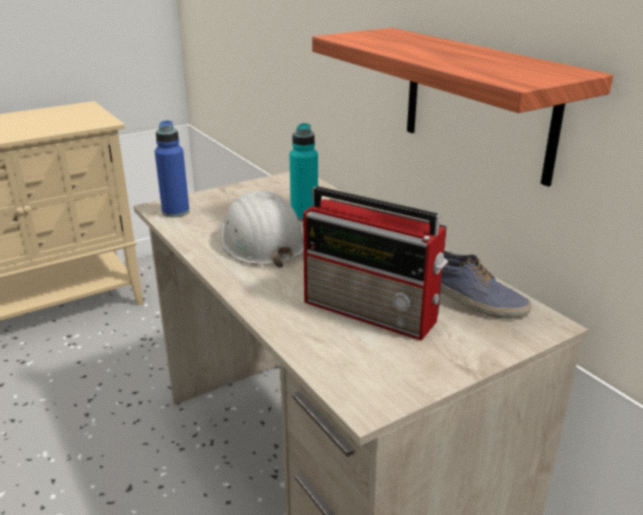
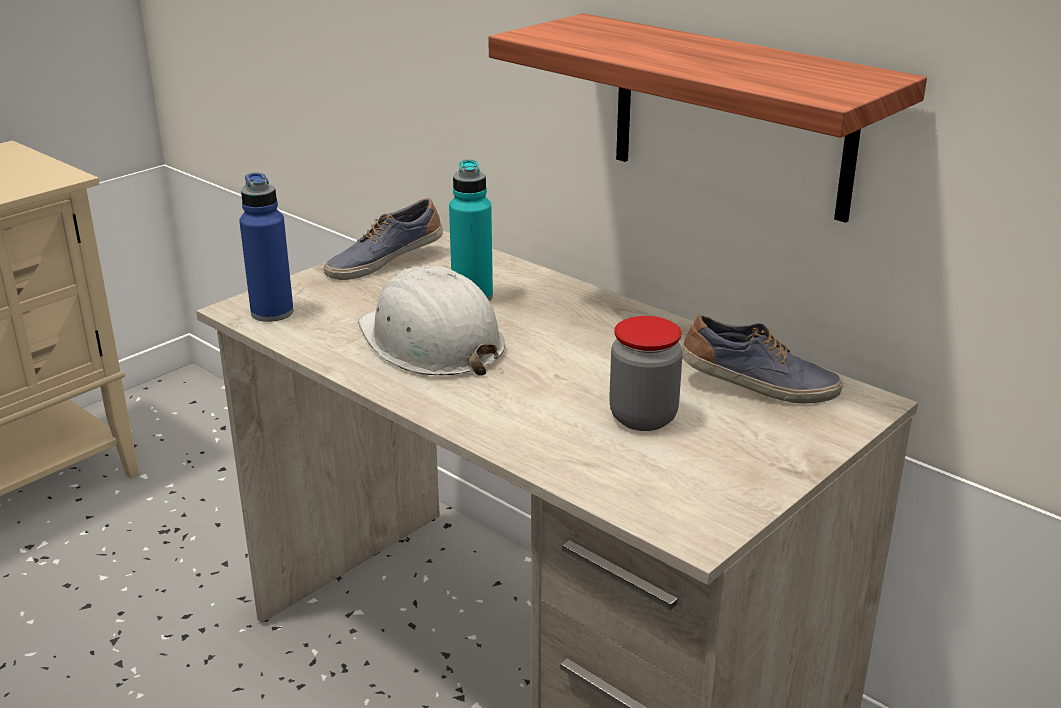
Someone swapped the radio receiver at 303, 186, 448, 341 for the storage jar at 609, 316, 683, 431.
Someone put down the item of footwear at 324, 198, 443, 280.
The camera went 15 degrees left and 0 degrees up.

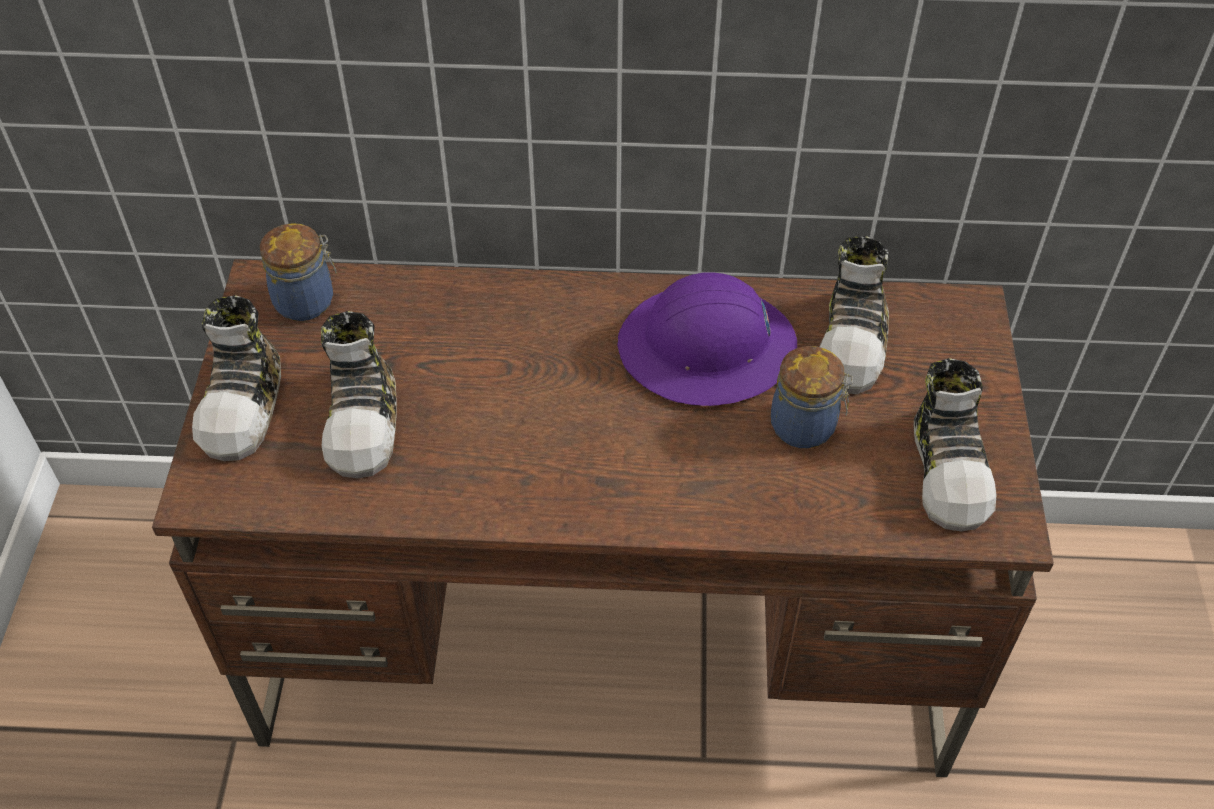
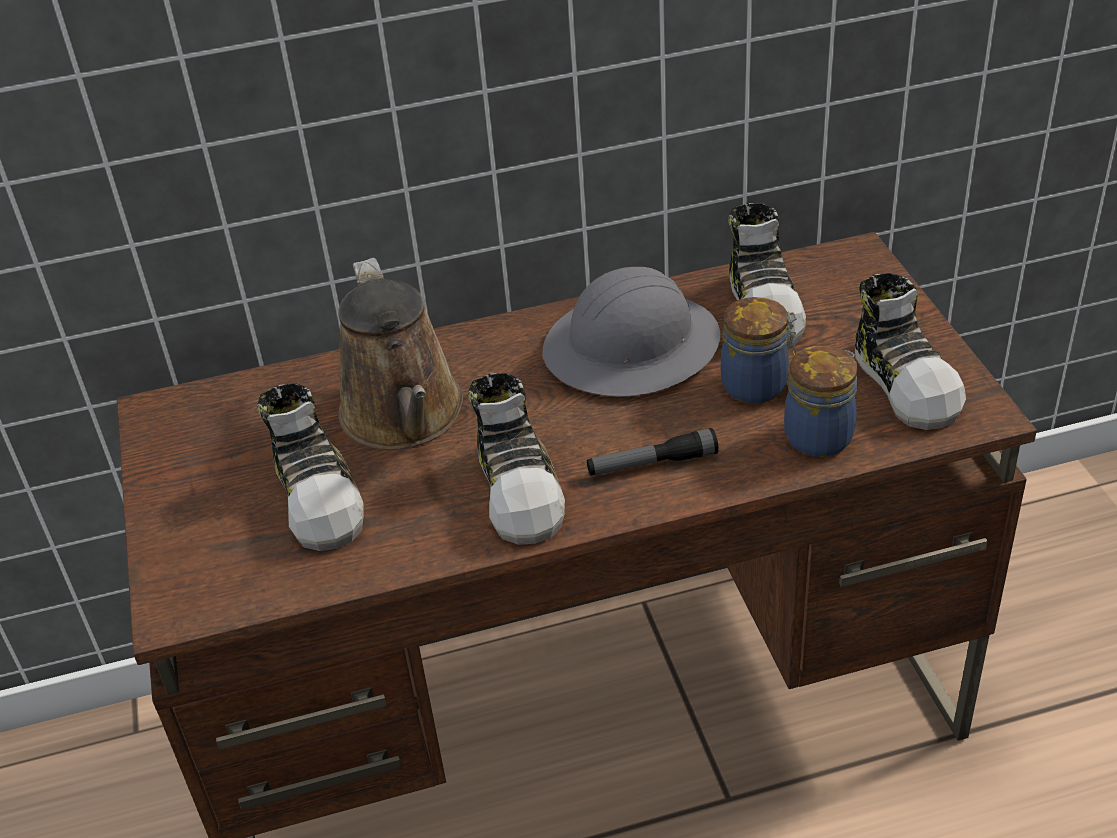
Someone carried the storage jar from 260, 223, 337, 321 to 784, 346, 858, 457.
Someone repainted the purple work helmet at 617, 272, 797, 406, which became the gray work helmet at 542, 267, 721, 397.
Someone carried the item of footwear from 192, 295, 281, 461 to 468, 373, 565, 545.
Someone put down the brown watering can at 338, 258, 463, 450.
Someone put down the torch at 587, 428, 719, 476.
The camera went 15 degrees left and 10 degrees down.

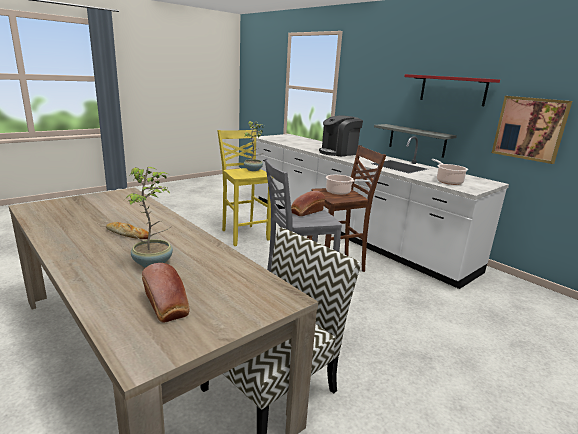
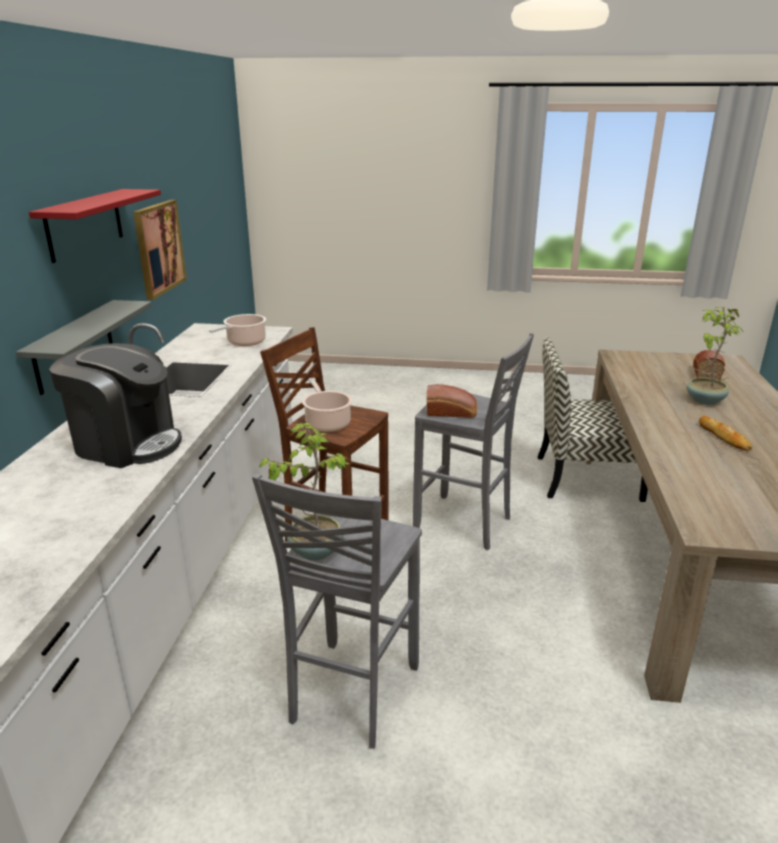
Someone repainted the yellow sitting stool at 217, 129, 273, 246, which became the gray sitting stool at 252, 474, 422, 749.
The camera went 130 degrees left and 5 degrees up.

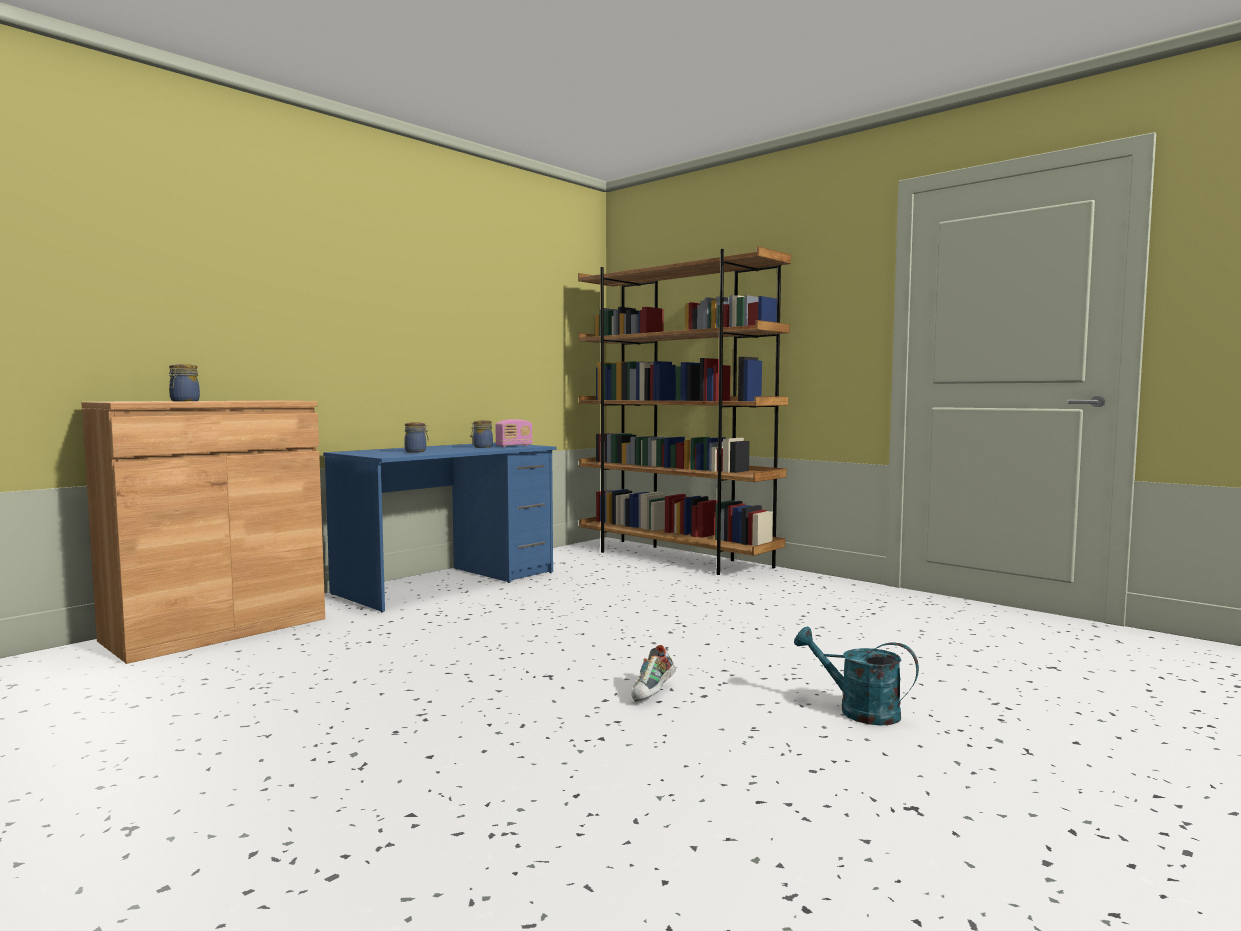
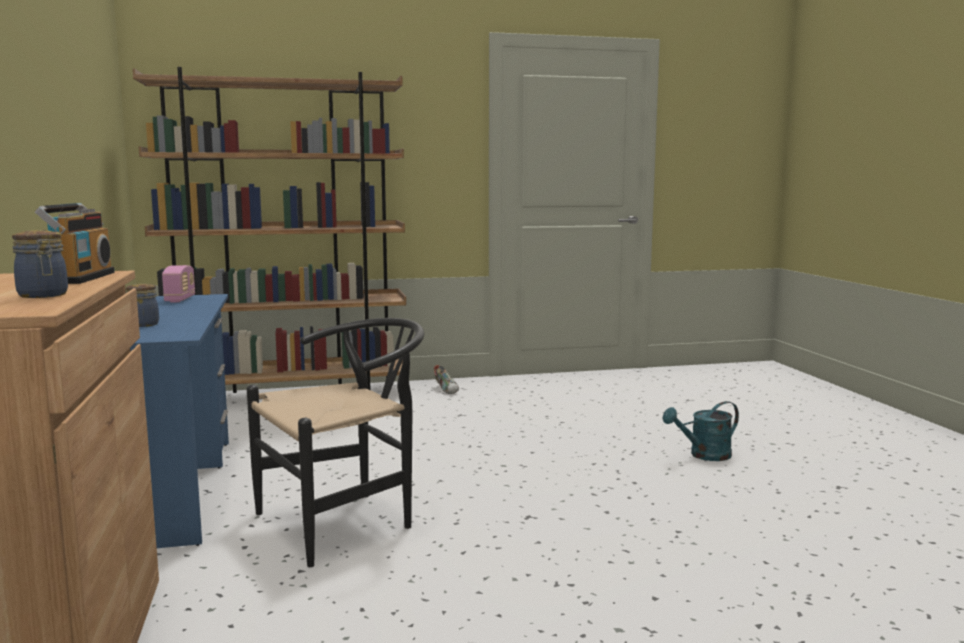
Someone took away the storage jar at 471, 420, 493, 448.
Someone carried the item of footwear from 631, 645, 676, 702 to 434, 365, 459, 394.
Someone put down the radio receiver at 35, 203, 114, 284.
Someone put down the blackish upright chair at 247, 318, 424, 567.
The camera went 55 degrees left and 5 degrees up.

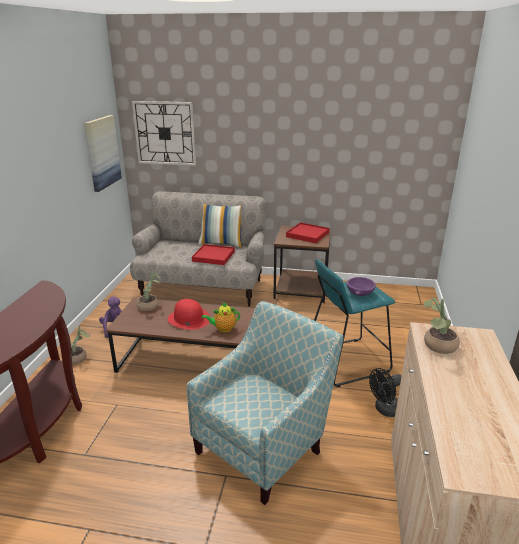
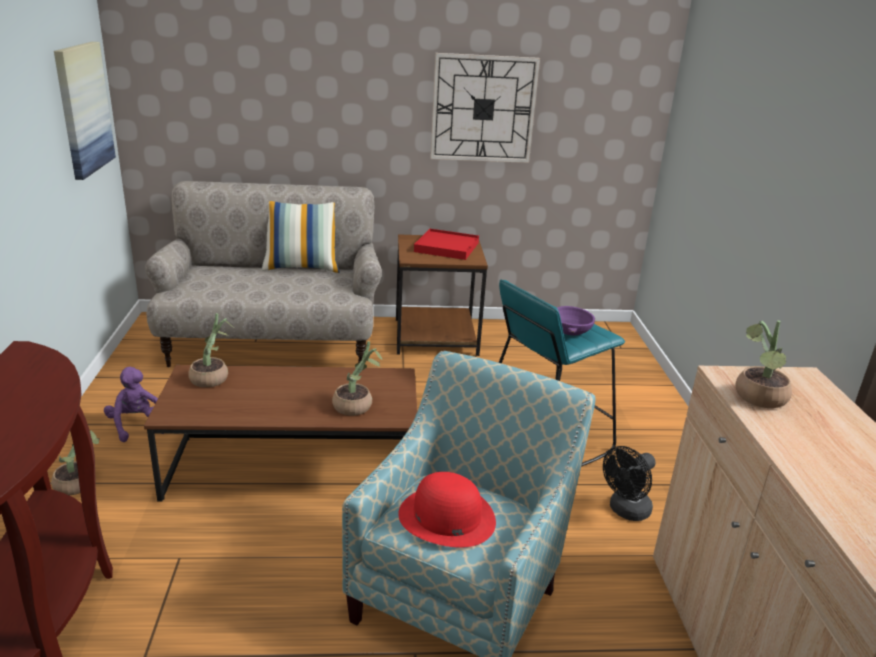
Someone carried the hanging clock from 132, 101, 196, 166 to 430, 53, 540, 163.
Someone took away the red-coloured tray at 192, 244, 235, 265.
Someone carried the red-coloured wearable hat from 168, 299, 210, 330 to 398, 472, 496, 548.
Someone swapped the pot for tea at 202, 302, 240, 333 for the potted plant at 332, 341, 383, 416.
The camera went 15 degrees left and 0 degrees up.

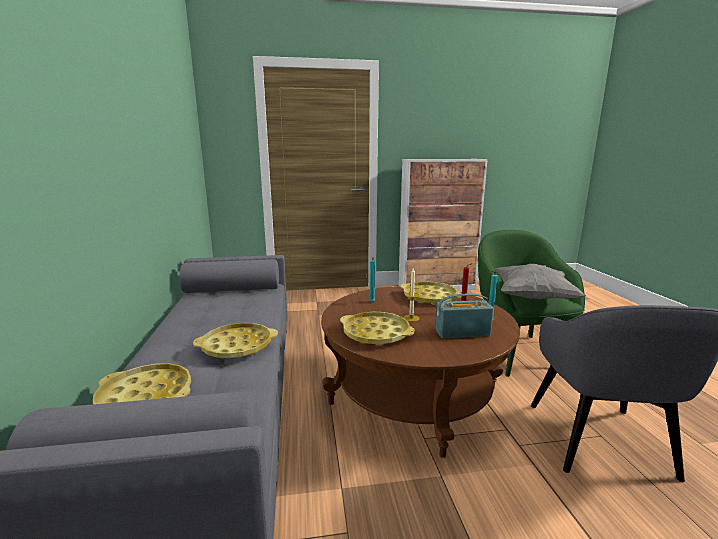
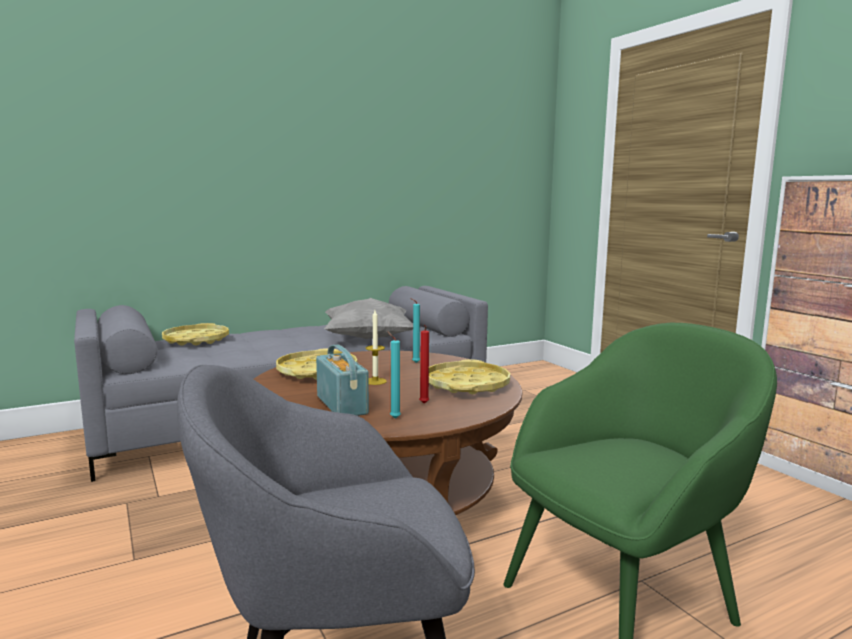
Someone carried the gray pillow from 495, 264, 586, 299 to 324, 298, 413, 339.
Someone took away the yellow tray at 193, 323, 278, 358.
The camera went 70 degrees right and 5 degrees down.

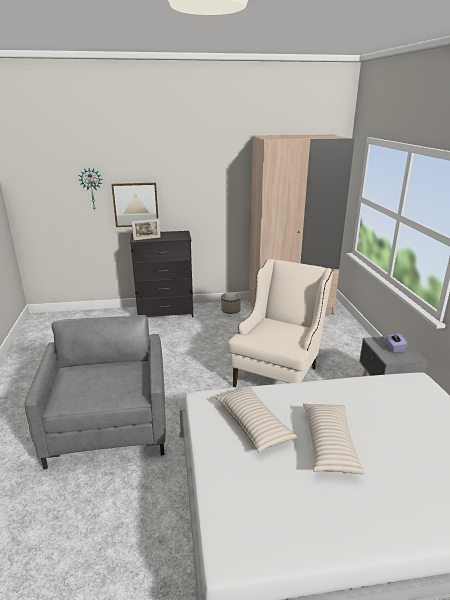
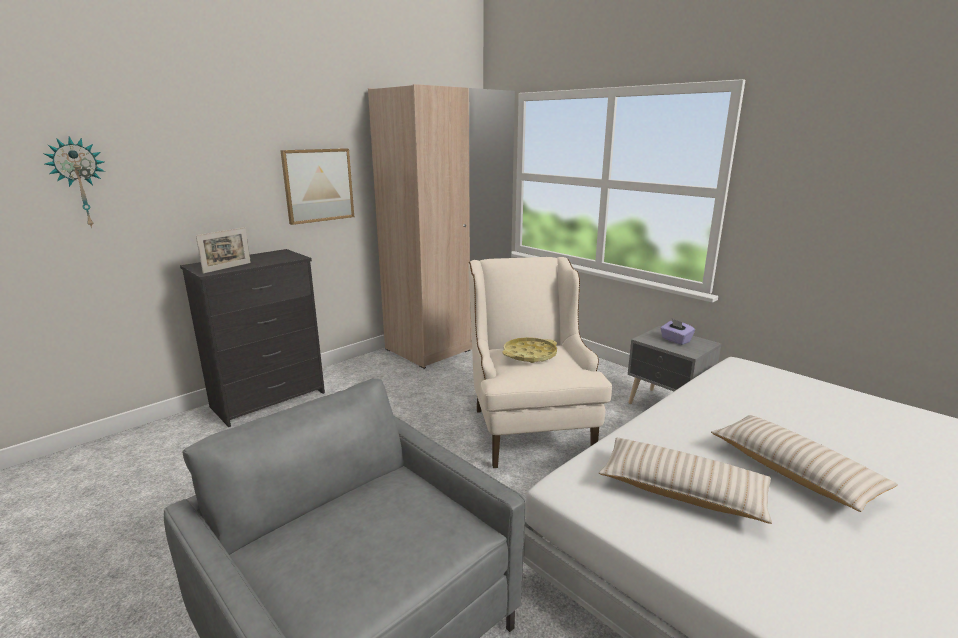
Someone carried the wall art from 111, 183, 158, 227 to 280, 148, 354, 225.
Someone took away the plant pot at 221, 292, 241, 314.
Someone put down the yellow tray at 502, 337, 557, 363.
The camera went 35 degrees left and 5 degrees down.

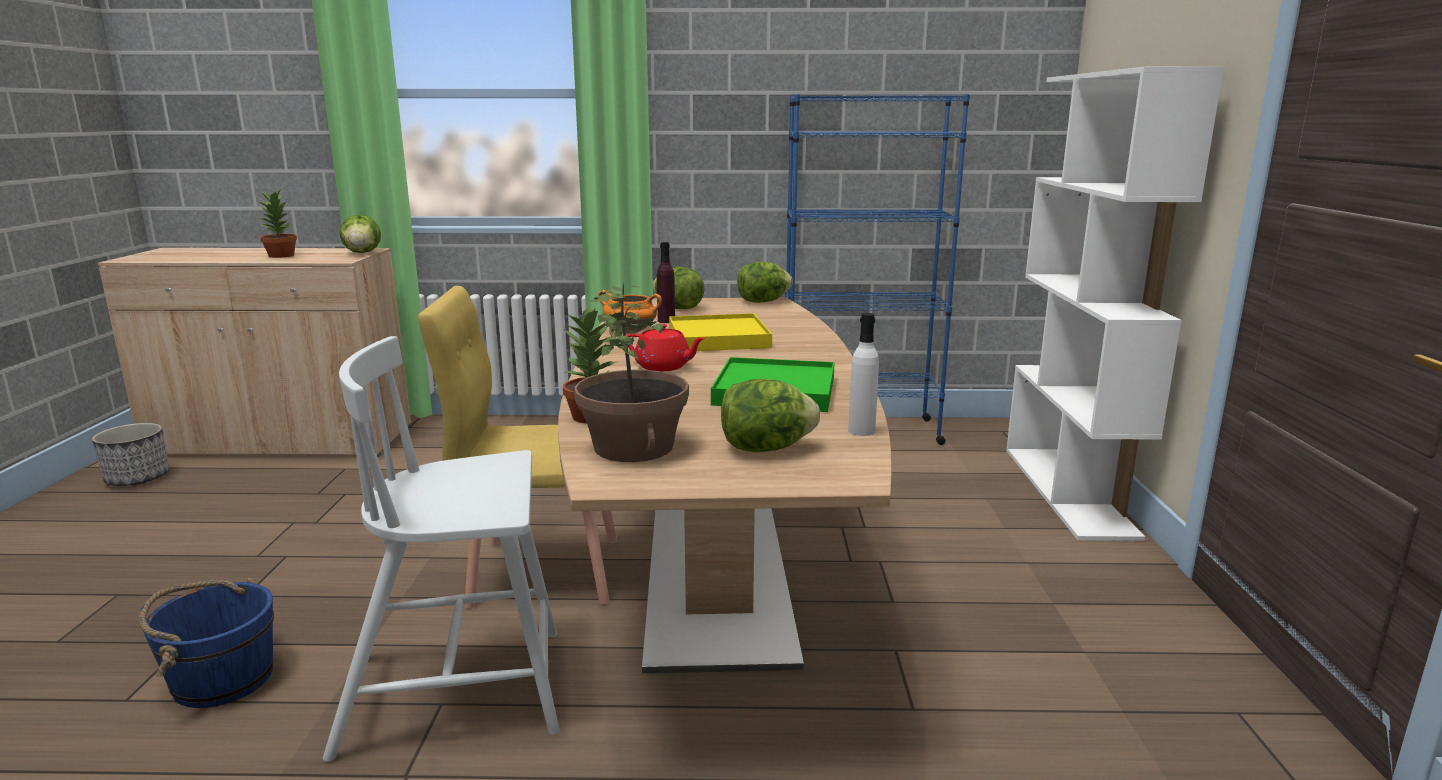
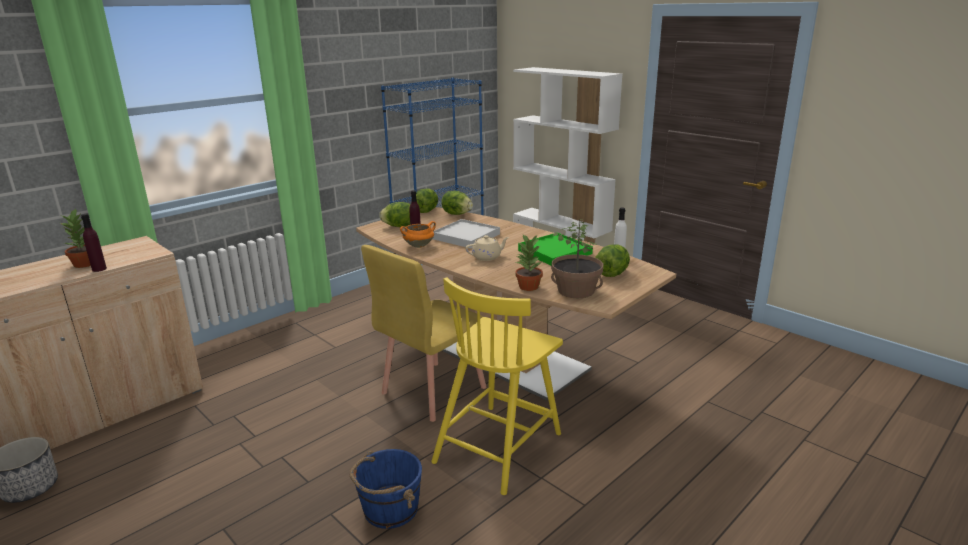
Someone carried the head of lettuce from 340, 214, 381, 253 to 441, 191, 473, 215.
Someone repainted the yellow tray at 669, 313, 772, 351, which became the white tray at 433, 219, 500, 248.
Someone repainted the red-coloured pot for tea at 626, 324, 705, 371, which became the beige-coloured pot for tea at 465, 235, 509, 261.
Someone repainted the white upright chair at 323, 336, 559, 762, which became the yellow upright chair at 431, 277, 563, 495.
Someone put down the purple drink bottle at 81, 214, 107, 272.
The camera went 45 degrees left and 5 degrees up.

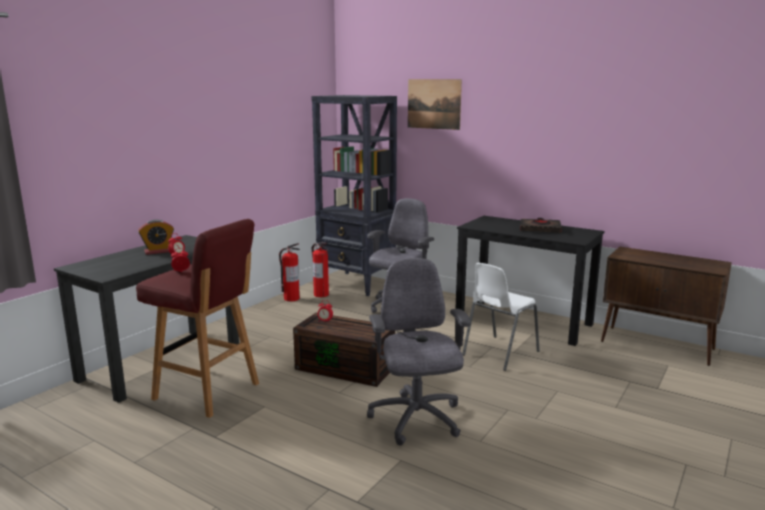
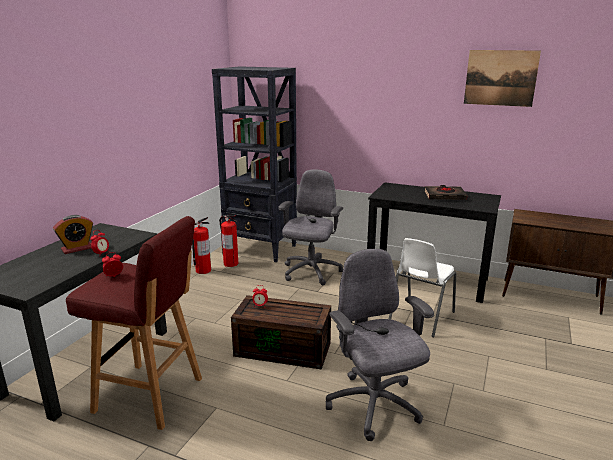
Someone carried the wall art from 408, 79, 462, 130 to 464, 50, 541, 107.
The camera went 10 degrees left and 5 degrees up.

